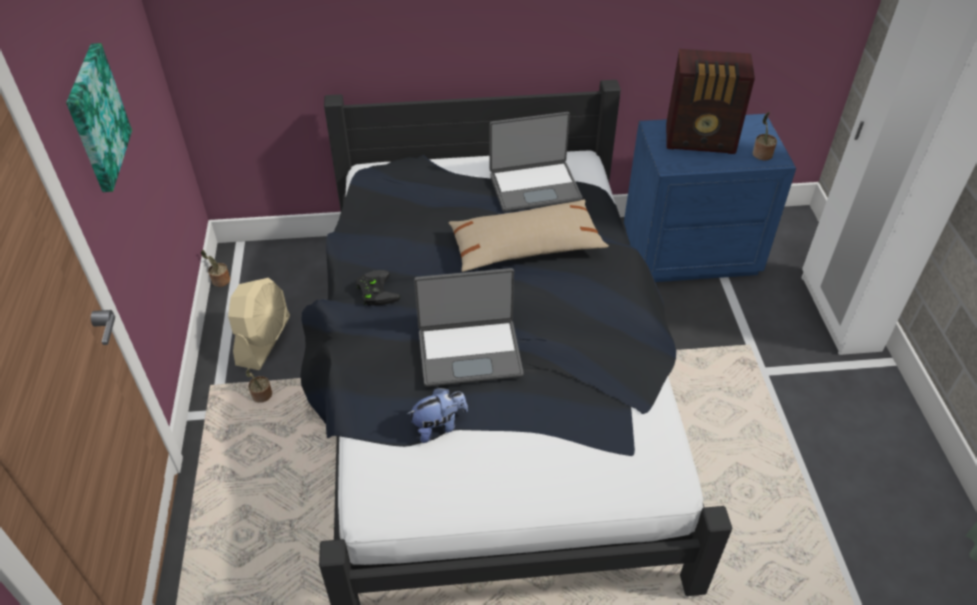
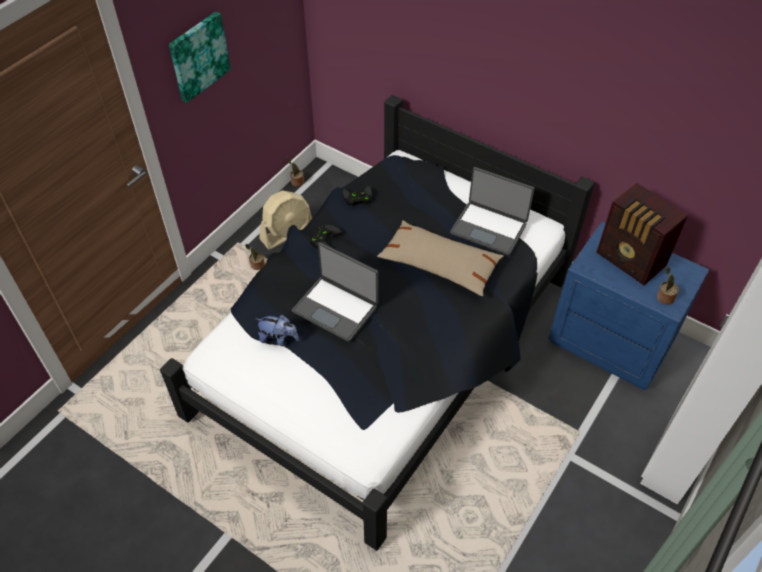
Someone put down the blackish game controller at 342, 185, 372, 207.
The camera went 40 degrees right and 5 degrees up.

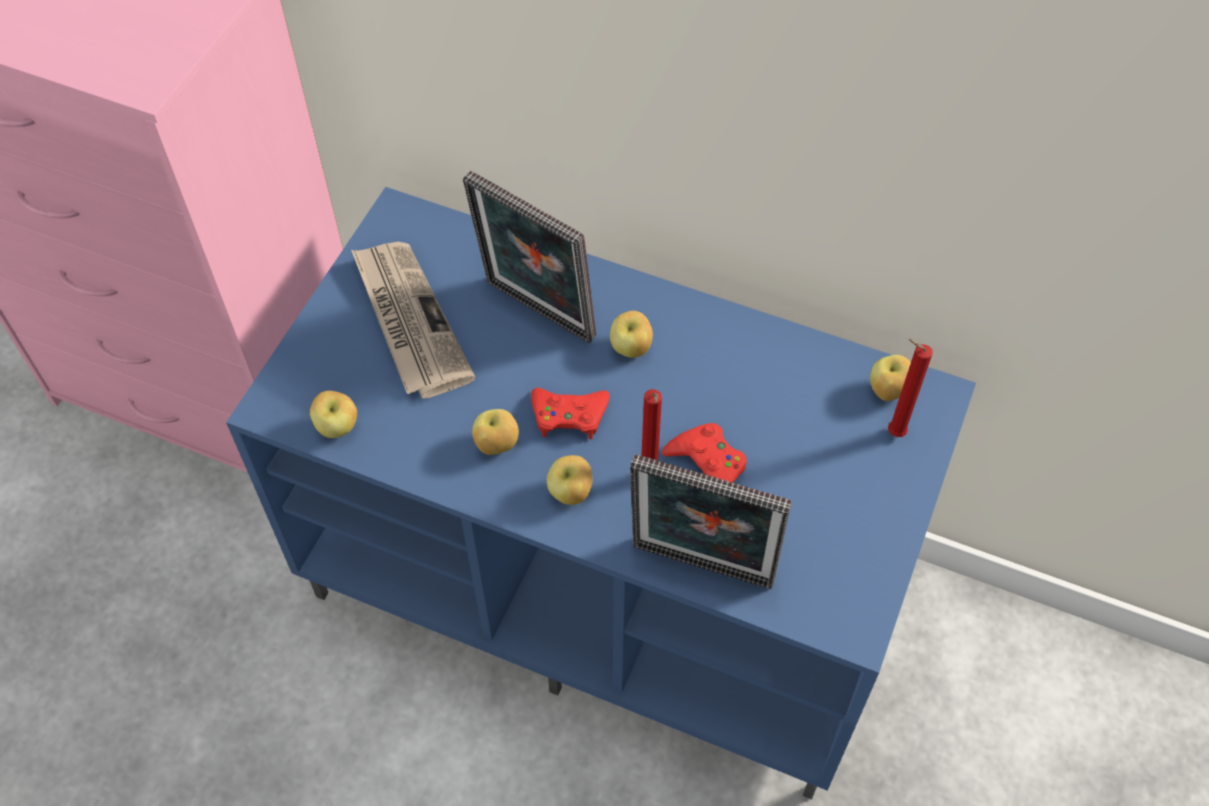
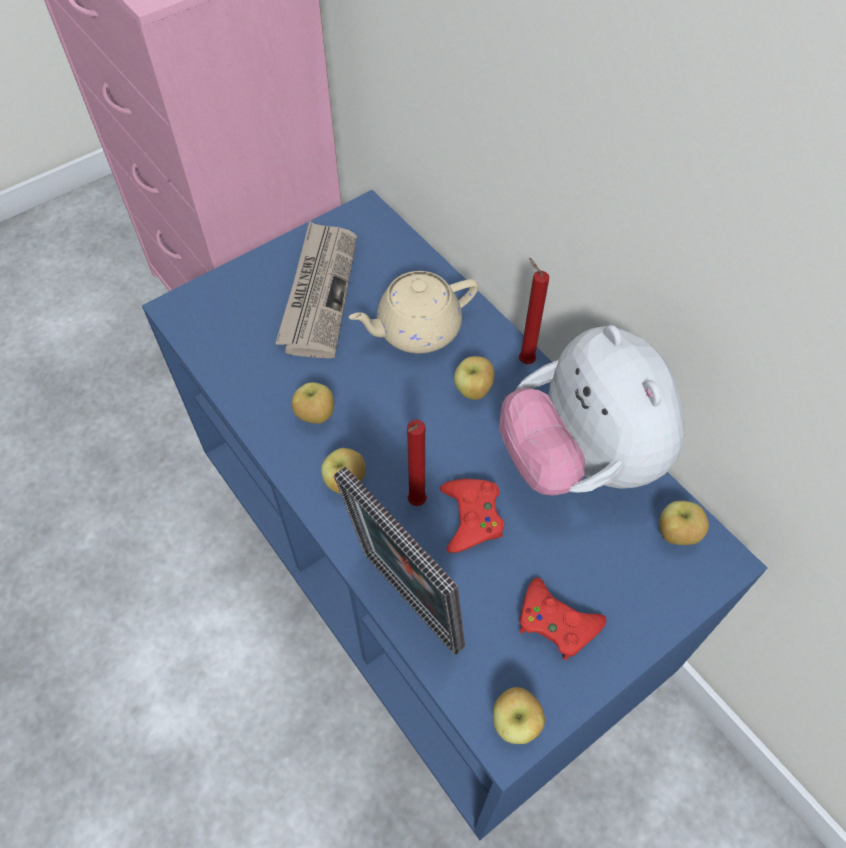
Someone swapped the picture frame at 463, 171, 596, 343 for the beige-coloured pot for tea at 349, 271, 479, 353.
Someone carried the red-coloured candle from 888, 339, 933, 437 to 519, 258, 549, 364.
Someone carried the red-coloured game controller from 531, 388, 610, 439 to 519, 578, 606, 660.
Someone carried the apple fruit from 310, 391, 357, 438 to 493, 687, 545, 744.
Someone put down the cuddly toy at 499, 325, 685, 496.
The camera went 30 degrees right and 0 degrees up.

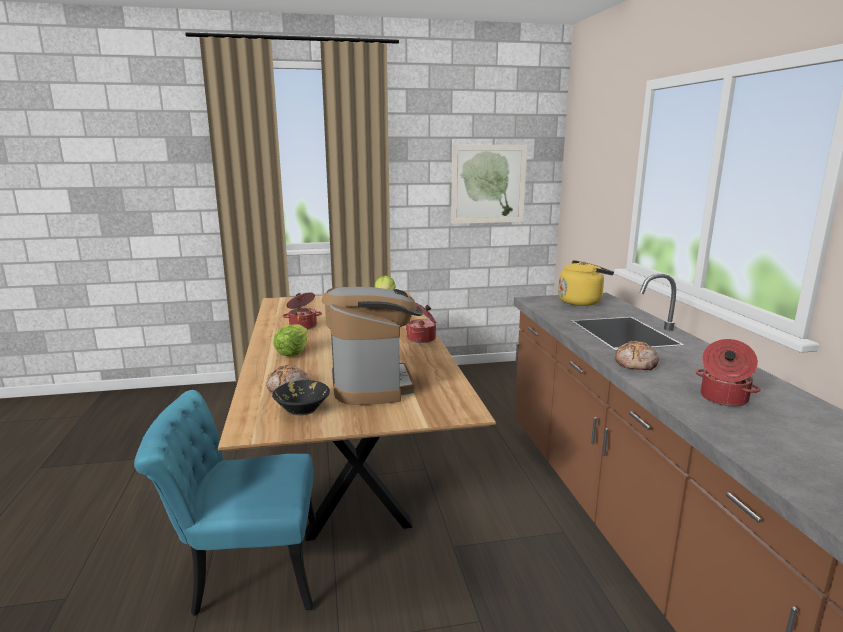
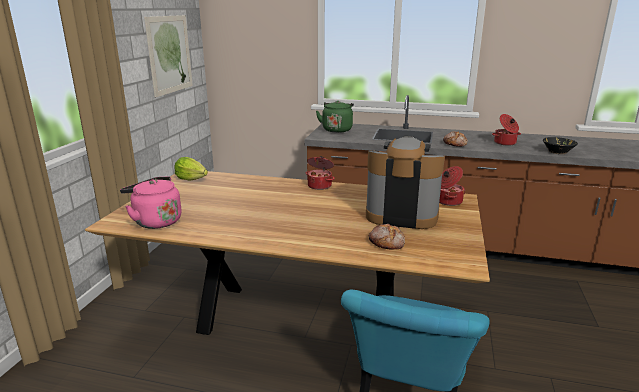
Someone repainted the yellow tea kettle at 558, 260, 614, 306, which became the greenish tea kettle at 316, 101, 354, 133.
Someone carried the cooking pot from 283, 292, 322, 330 to 439, 166, 465, 206.
Someone took away the head of lettuce at 273, 324, 308, 357.
Someone carried the blackish serving bowl from 272, 380, 330, 416 to 543, 137, 578, 154.
Someone put down the pinkish tea kettle at 120, 176, 182, 229.
The camera went 65 degrees left and 5 degrees up.

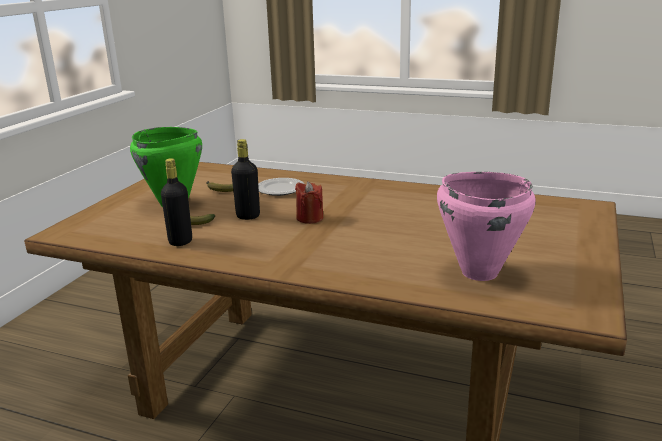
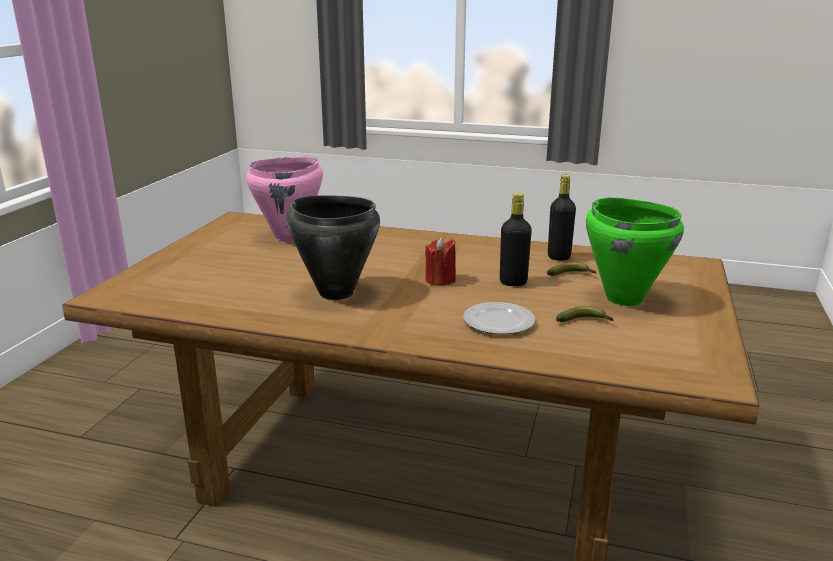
Someone put down the blackish cooking pot at 287, 195, 380, 300.
The camera went 175 degrees right and 0 degrees up.

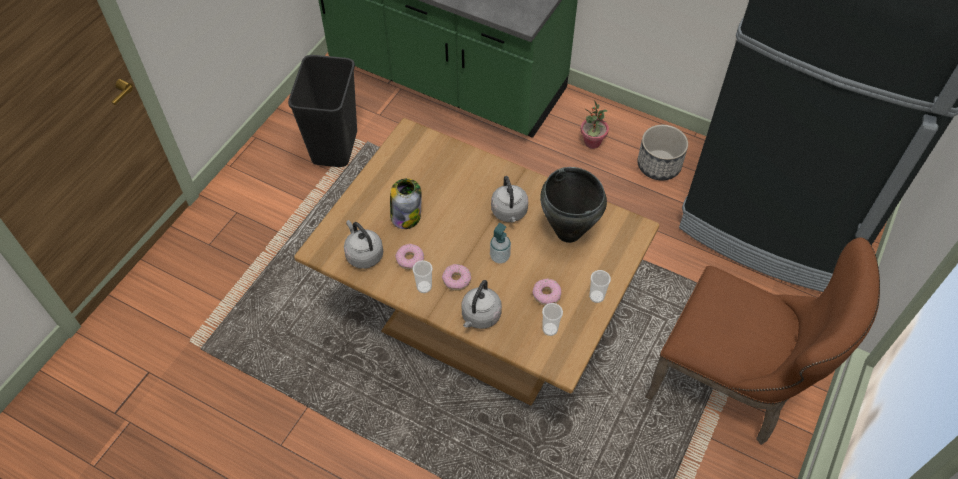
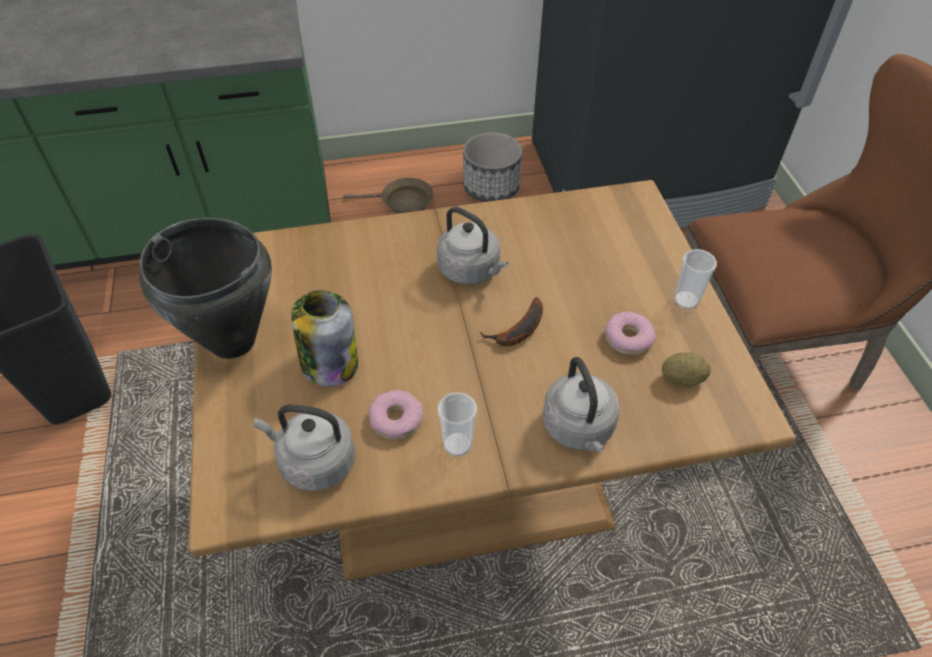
Someone swapped the potted plant at 581, 100, 609, 149 for the brown skillet at 343, 178, 433, 214.
Someone carried the blackish cooking pot from 540, 167, 607, 243 to 140, 218, 272, 359.
Someone swapped the soap dispenser at 490, 223, 511, 264 for the banana at 480, 297, 543, 346.
Someone took away the ring doughnut at 442, 264, 471, 291.
Someone swapped the drinking cup at 542, 303, 563, 336 for the spud at 662, 353, 711, 387.
The camera went 40 degrees left and 5 degrees down.

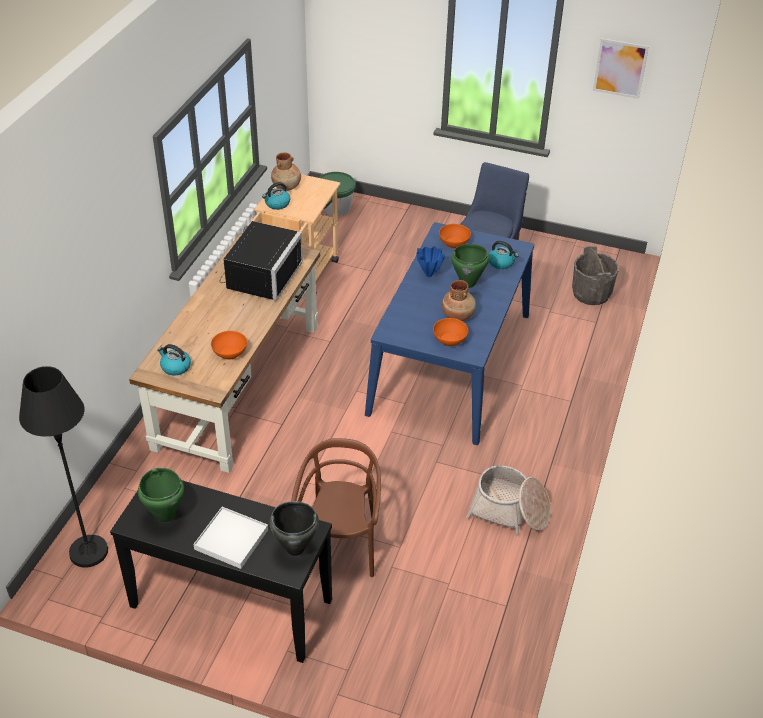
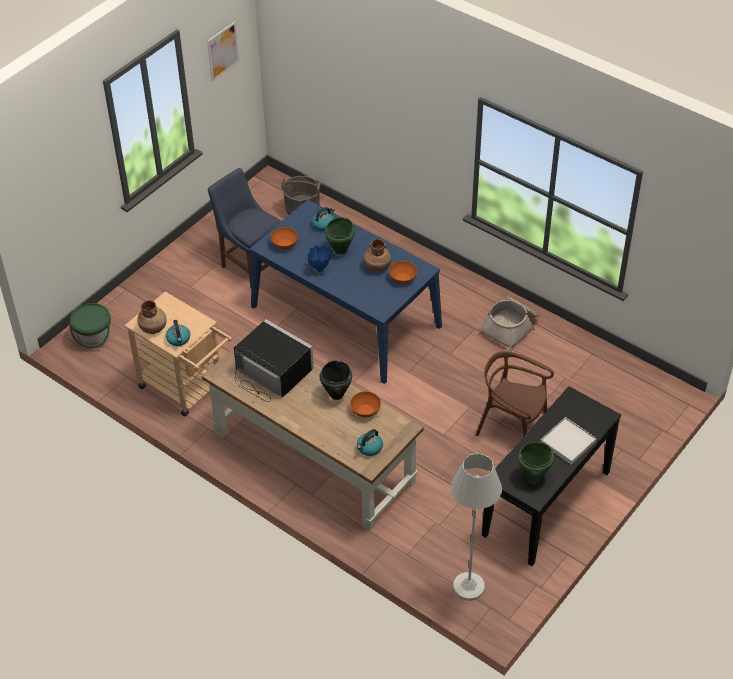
Someone repainted the blackish floor lamp at 19, 366, 108, 568, which became the white floor lamp at 451, 453, 502, 601.
Someone carried the blackish cooking pot from 269, 501, 319, 556 to 320, 360, 352, 400.
The camera went 70 degrees left and 5 degrees up.

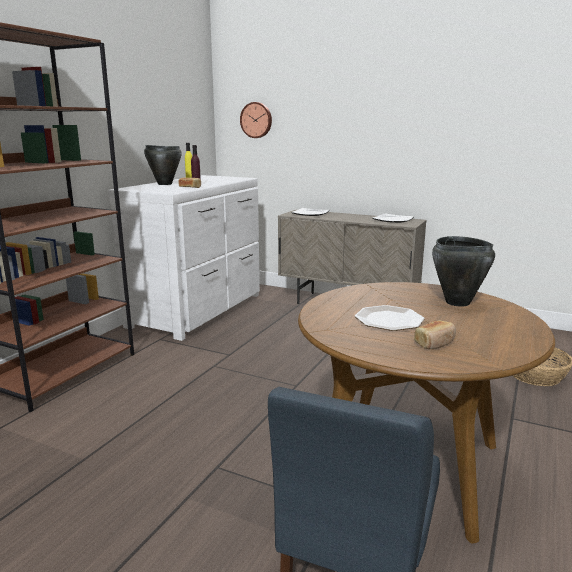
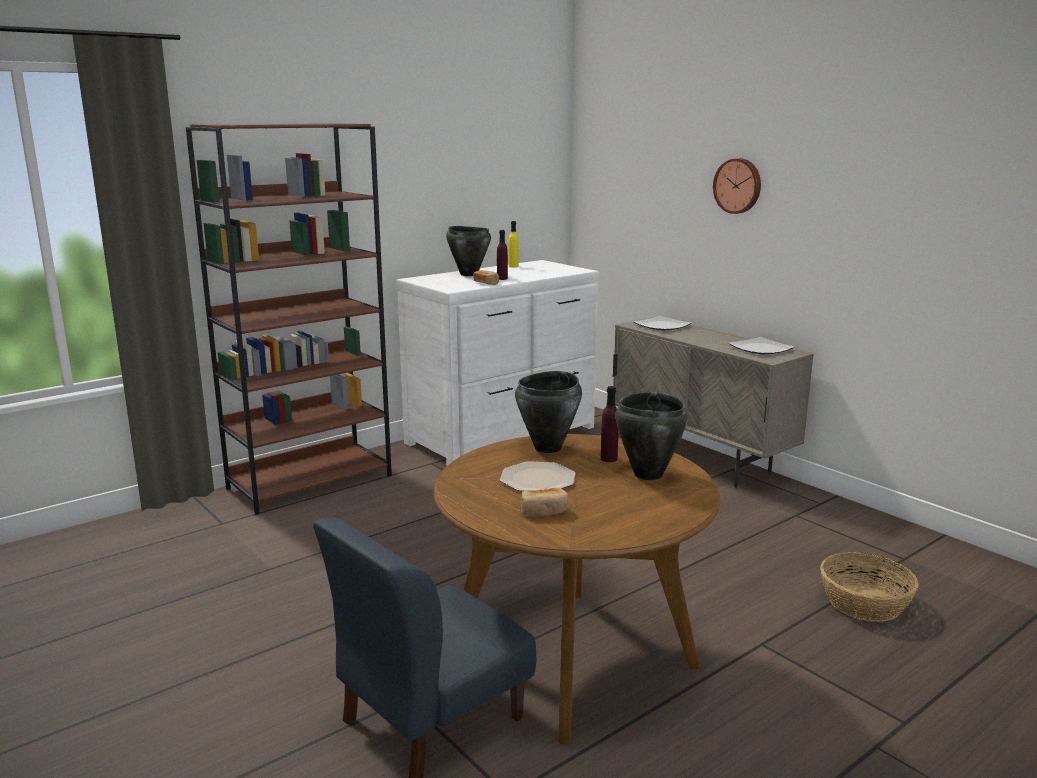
Someone carried the hanging clock from 240, 102, 272, 138 to 713, 158, 761, 214.
Someone put down the blackish cooking pot at 515, 371, 582, 453.
Someone put down the purple drink bottle at 601, 386, 619, 462.
The camera went 25 degrees right and 0 degrees up.

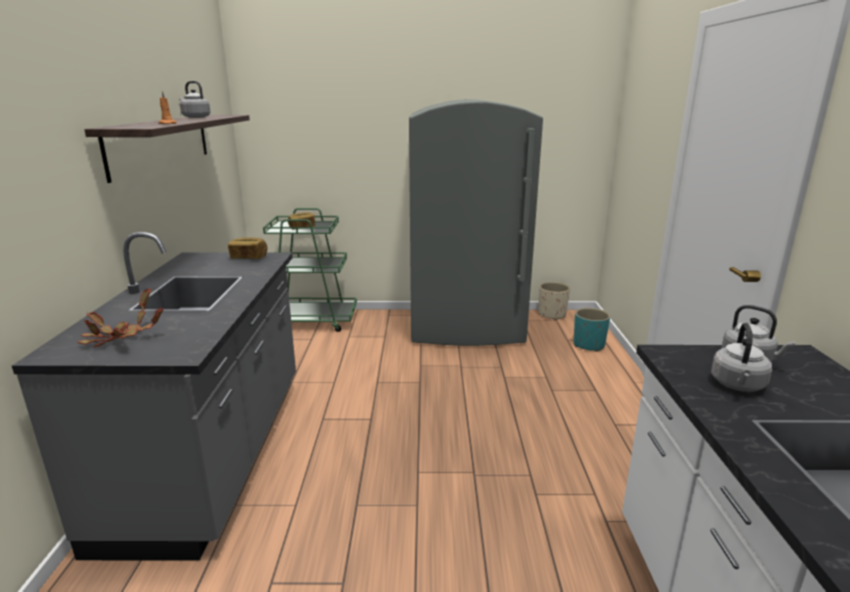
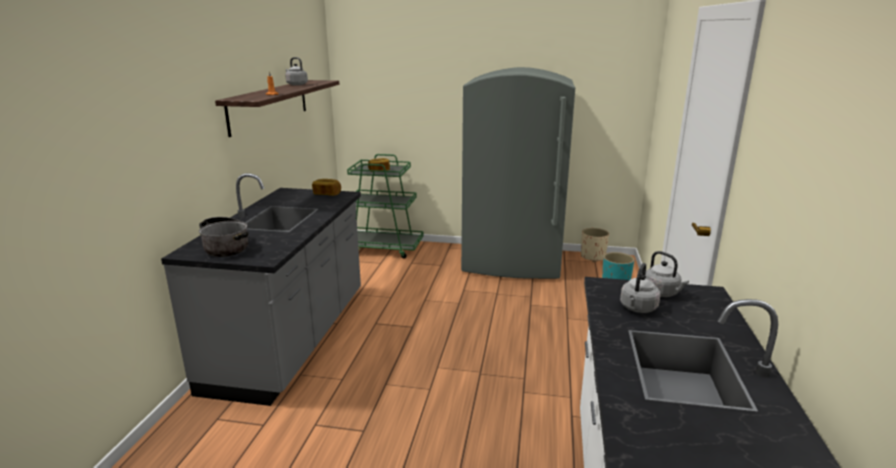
Someone swapped the potted plant at 78, 288, 164, 348 for the cooking pot at 199, 217, 249, 257.
The camera went 10 degrees right and 0 degrees up.

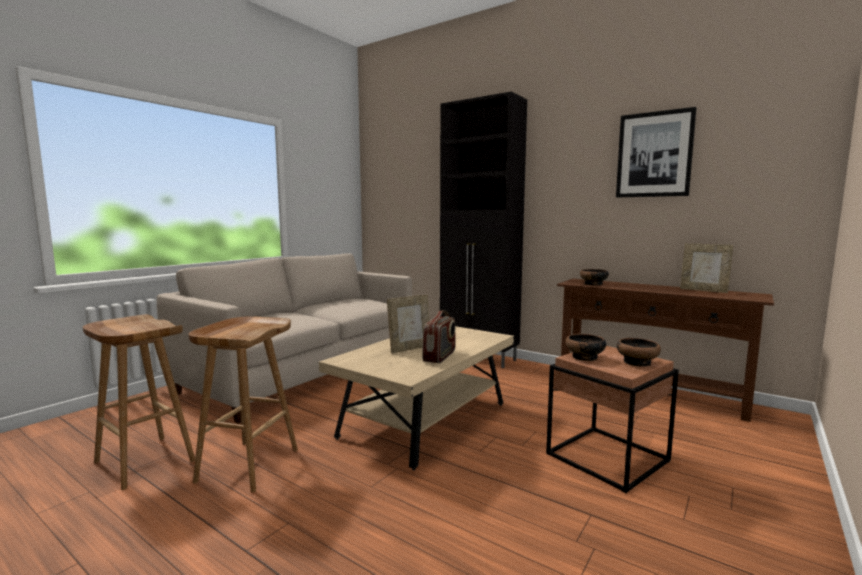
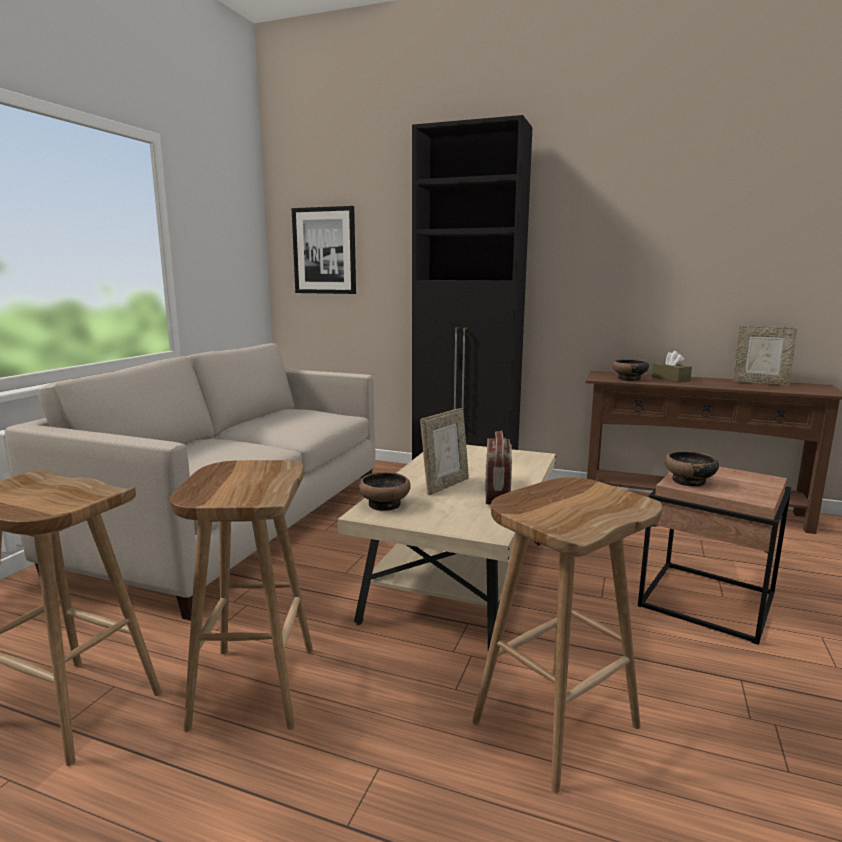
Someone carried the wall art from 616, 107, 696, 197 to 291, 206, 356, 294.
Someone carried the serving bowl from 617, 338, 661, 367 to 359, 472, 411, 511.
Someone put down the brown tissue holder at 652, 351, 692, 382.
Someone put down the brown sitting stool at 472, 477, 662, 793.
The camera went 15 degrees left and 5 degrees up.

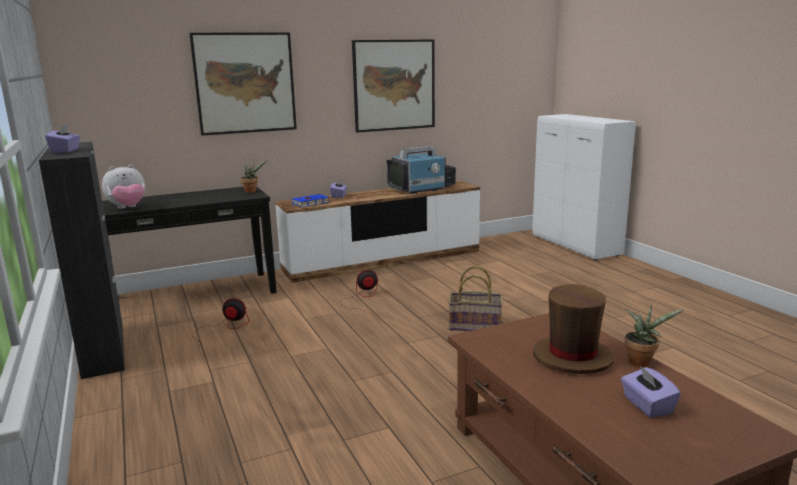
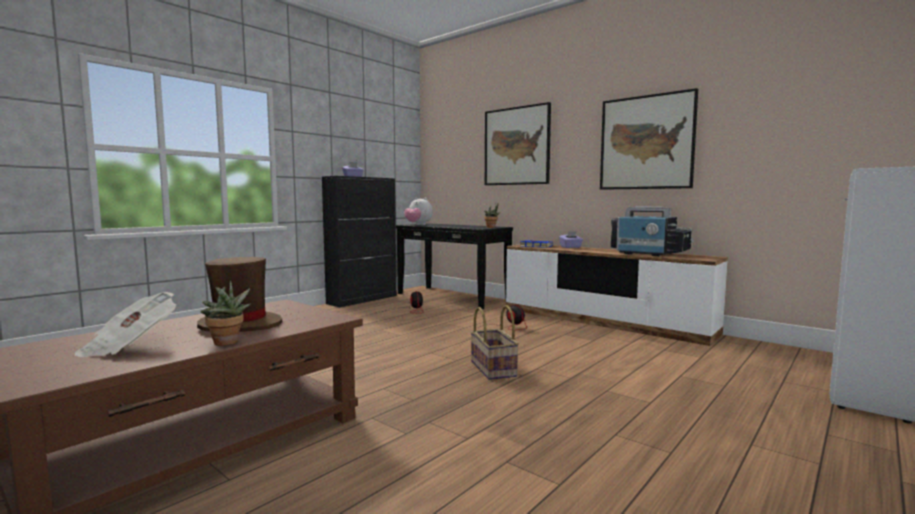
Someone swapped the purple tissue holder at 621, 365, 681, 418 for the printed paper at 75, 292, 176, 357.
The camera went 65 degrees right and 10 degrees down.

